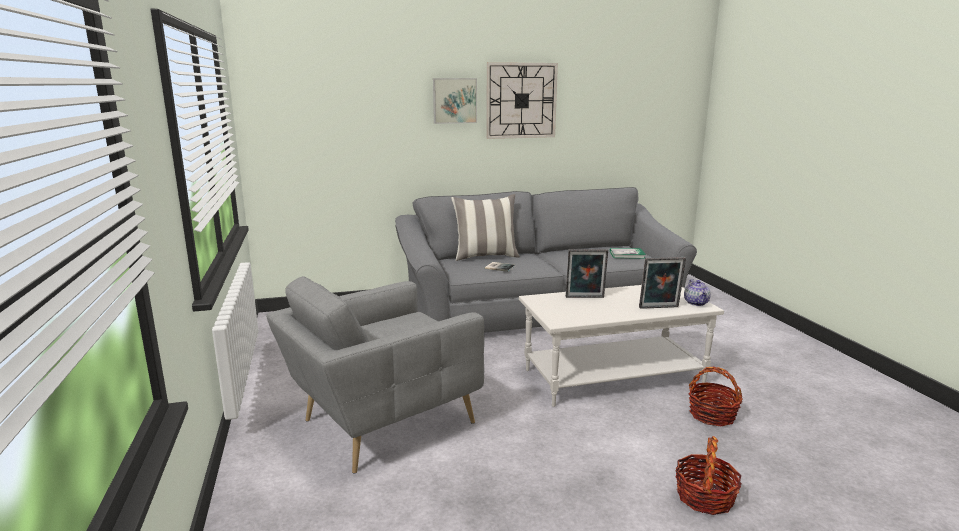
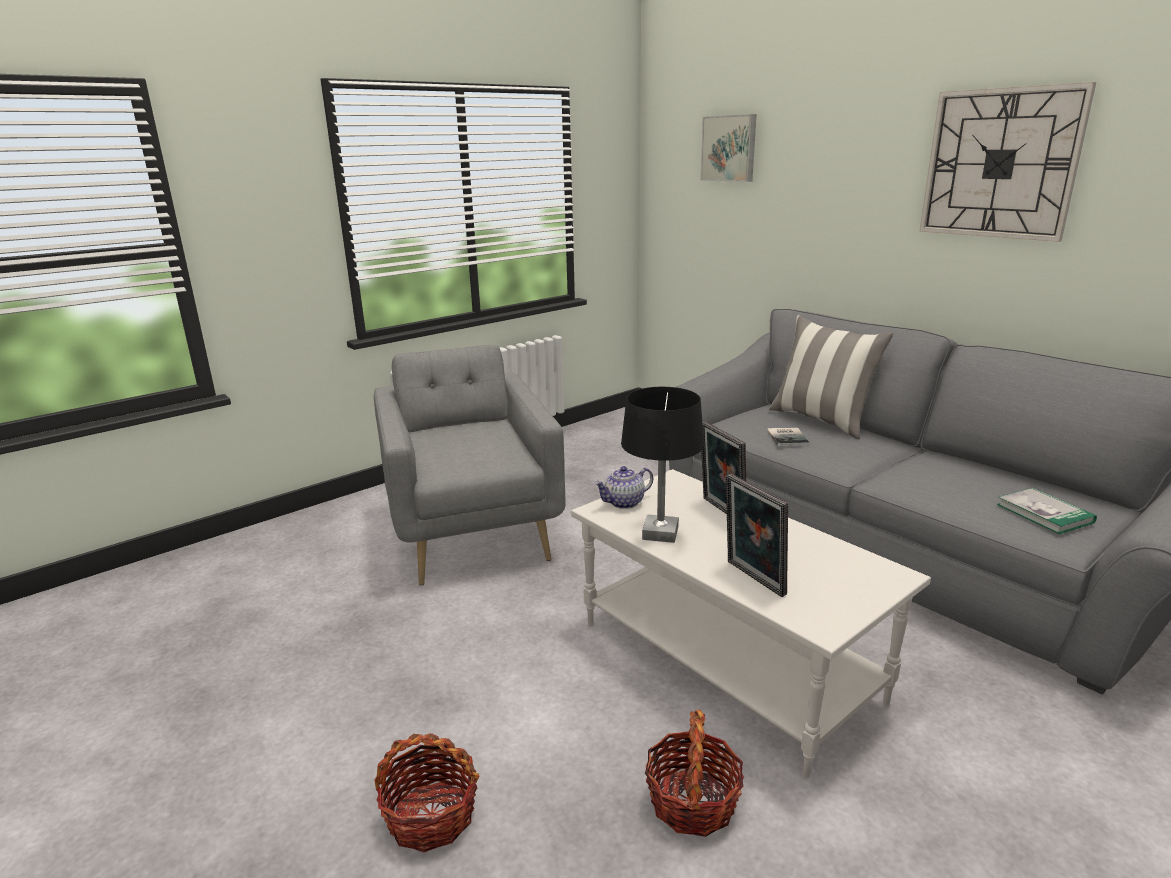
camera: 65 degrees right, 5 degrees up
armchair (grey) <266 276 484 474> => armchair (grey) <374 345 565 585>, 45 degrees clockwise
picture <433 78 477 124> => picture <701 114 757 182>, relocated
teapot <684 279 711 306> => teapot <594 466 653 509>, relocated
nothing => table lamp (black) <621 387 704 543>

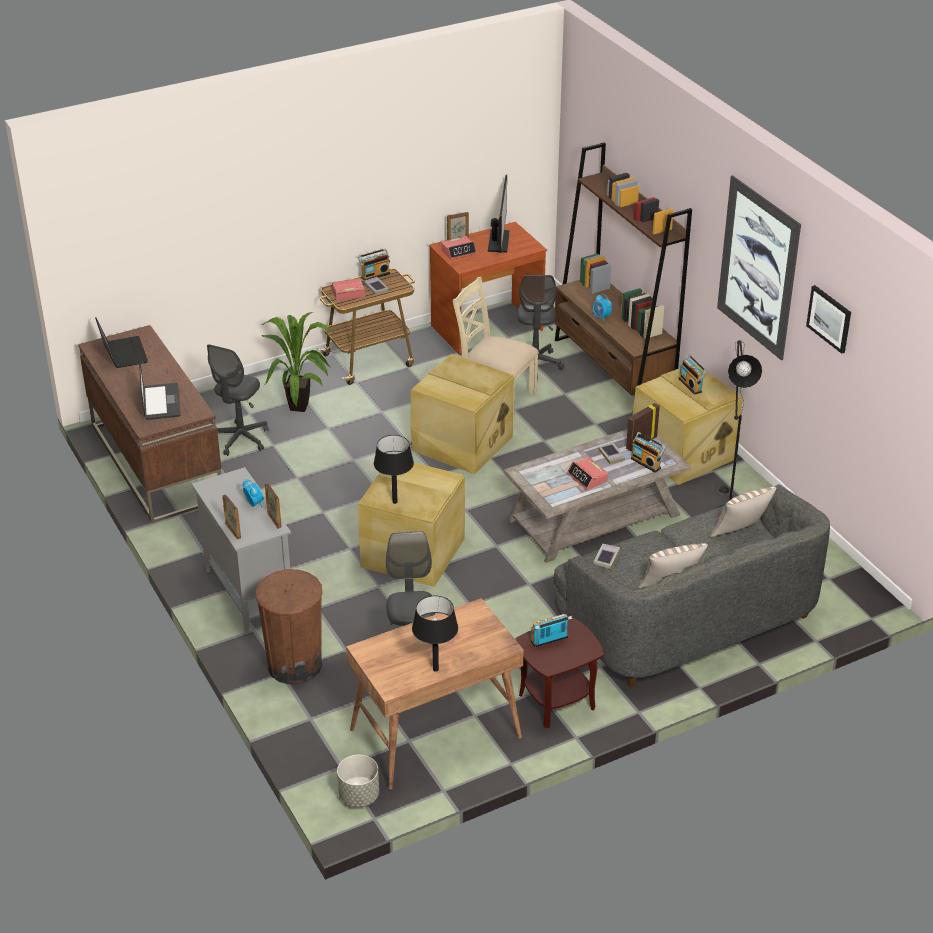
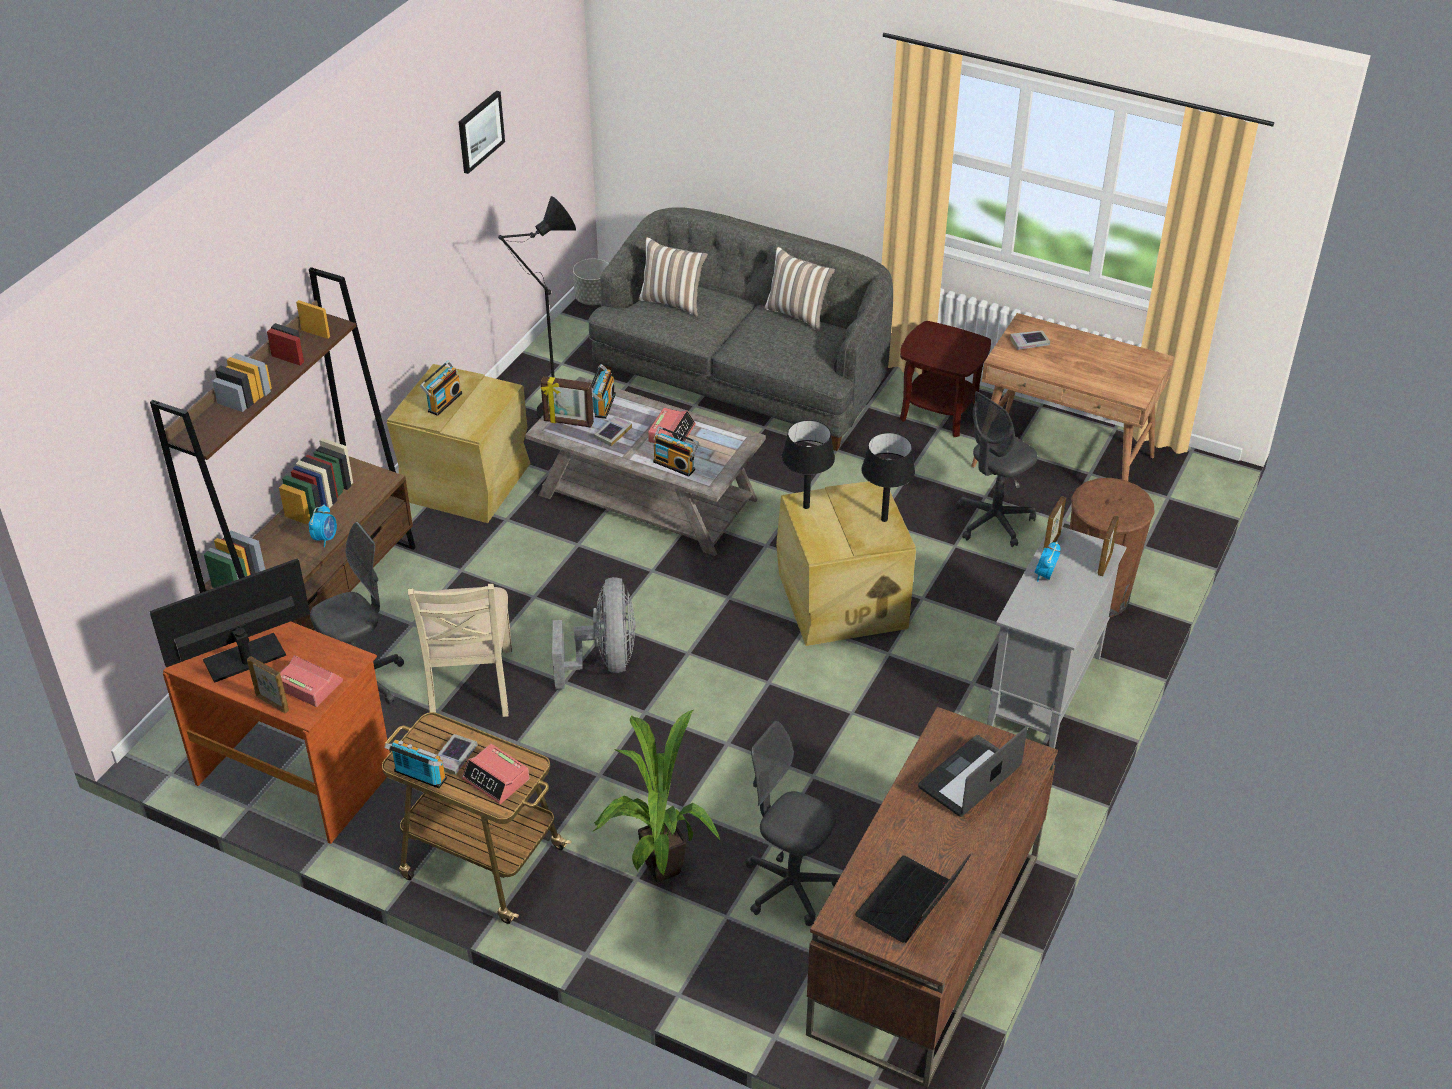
camera: 125 degrees left, 5 degrees up
office chair (grey) <207 344 269 456> => office chair (grey) <745 721 841 926>, 135 degrees counterclockwise
planter (grey) <337 755 379 807> => planter (grey) <573 259 609 305>, relocated
storage box (beige) <411 354 514 474> => fan (grey) <552 577 636 689>
table lamp (black) <412 596 458 672> => table lamp (black) <782 420 835 509>, relocated
radio <531 614 572 648> => radio <653 426 699 477>, relocated
book <593 544 620 569> => book <1010 330 1050 350>, relocated
picture <717 175 801 360> => nothing

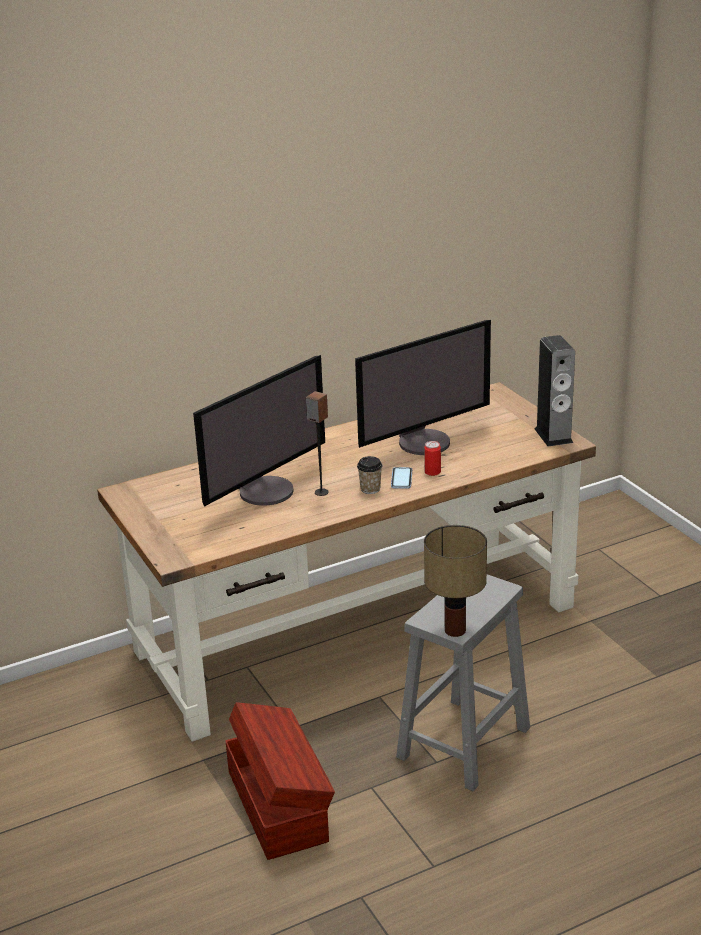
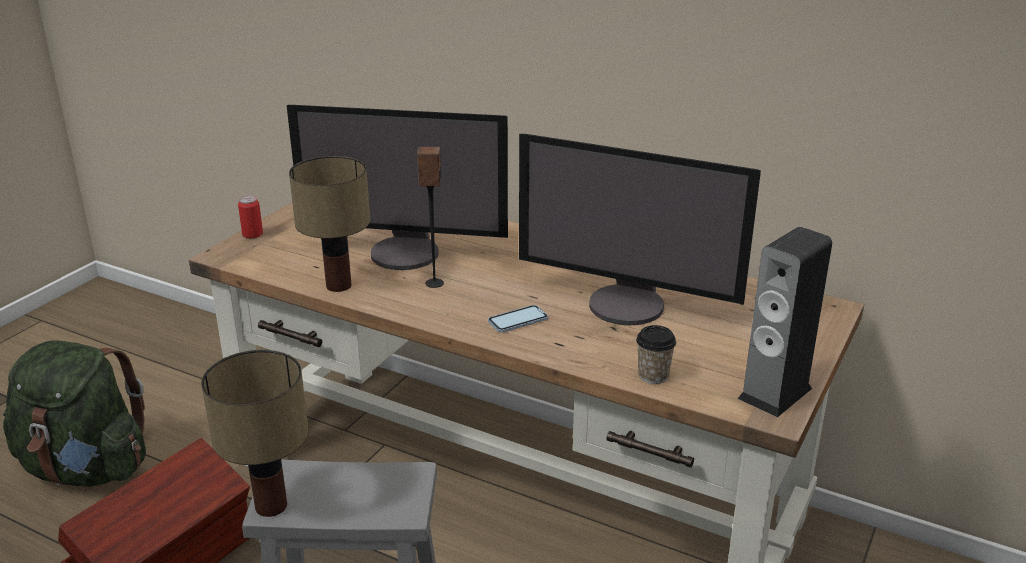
camera: 55 degrees right, 0 degrees up
cup <357 456 382 494> => cup <636 325 676 384>, relocated
can <424 441 441 476> => can <238 195 263 238>, relocated
nothing => backpack (green) <3 340 146 487>
nothing => table lamp <289 156 370 292>

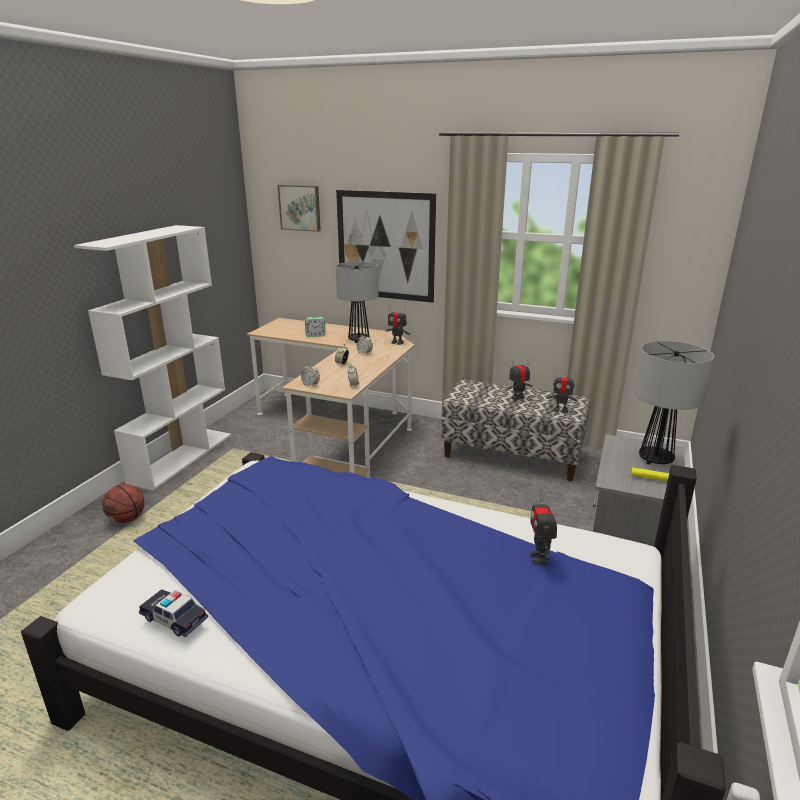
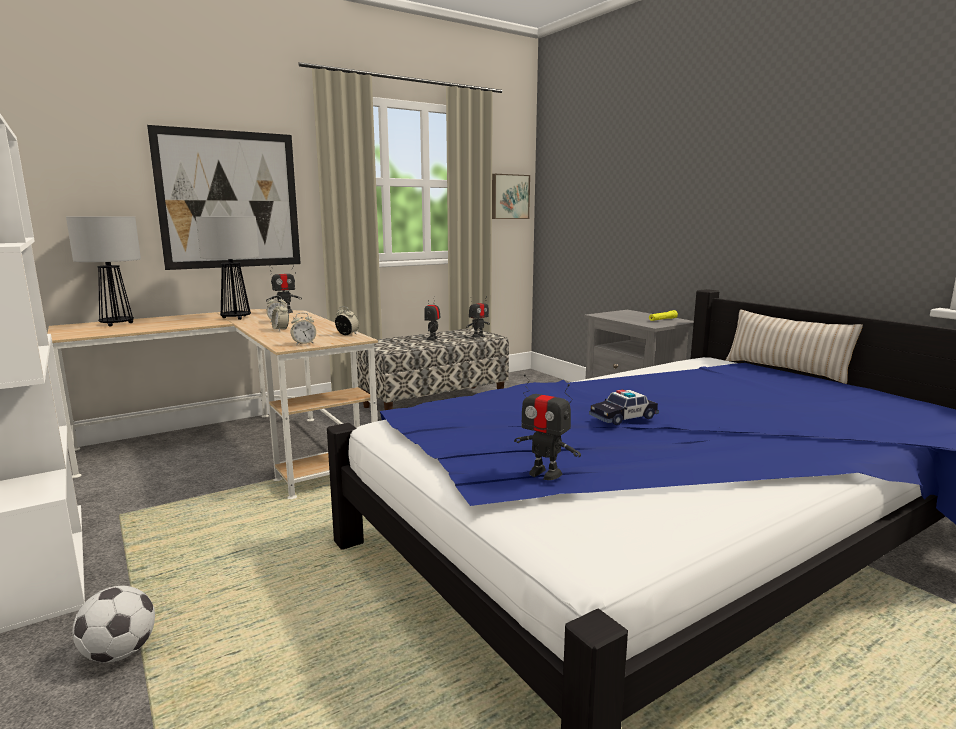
camera: 55 degrees left, 10 degrees down
basketball <102 484 145 523> => football <72 586 155 663>
toy car <139 589 208 637> => toy car <589 389 659 425>, relocated
picture <278 185 321 232> => picture <492 174 530 219>, relocated
alarm clock <305 317 326 337> => nothing
toy robot <529 489 557 565> => toy robot <514 374 581 480>, relocated
table lamp <634 341 714 464> => table lamp <66 216 141 327>, relocated
nothing => pillow (beige) <726 309 863 384>

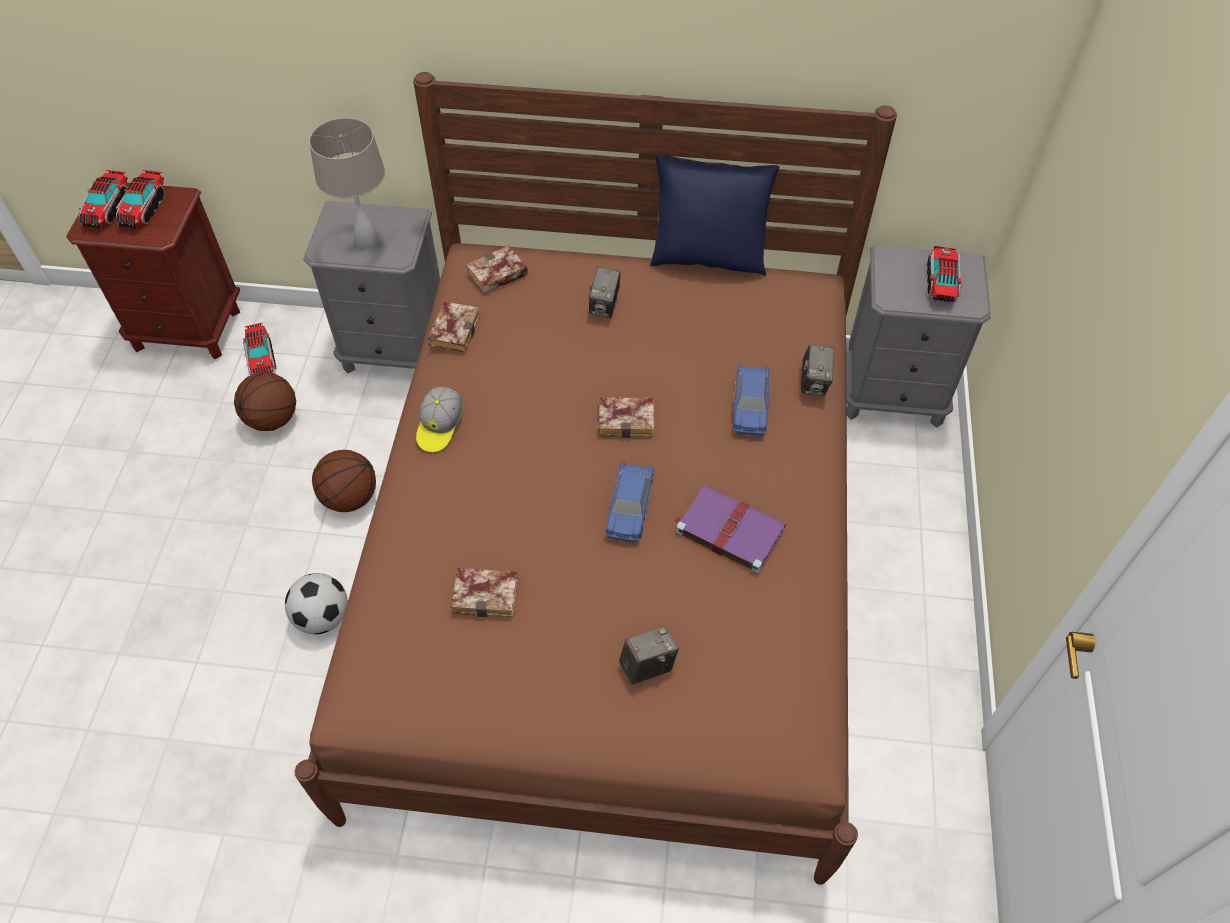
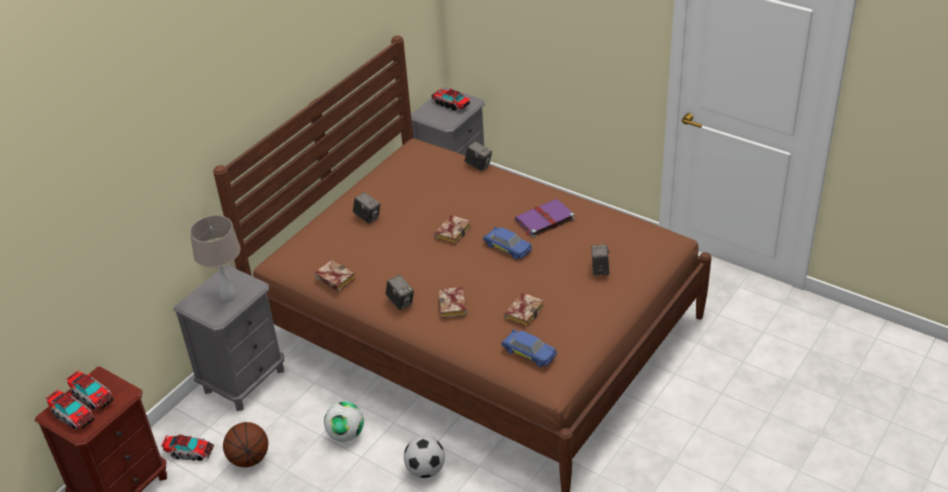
camera: 60 degrees left, 15 degrees down
basketball <312 450 376 512> => football <324 402 364 442>
cap <416 387 463 453> => photo camera <385 275 414 310>
book <466 246 528 294> => book <439 287 467 318>, relocated
pillow (blue) <650 155 779 276> => nothing
toy car (blue) <733 364 770 436> => toy car (blue) <502 329 557 367>, relocated

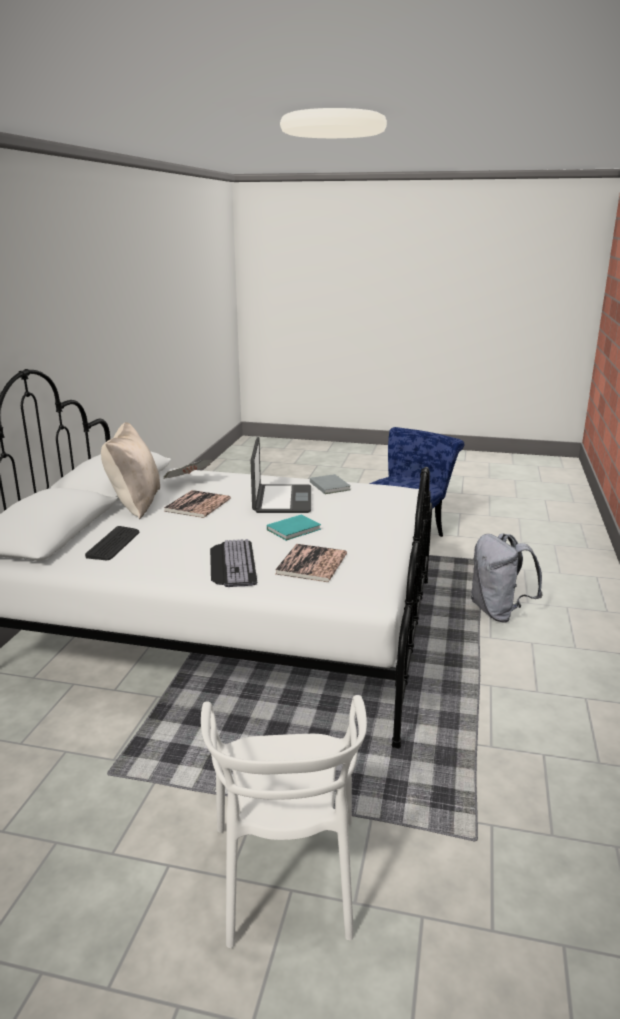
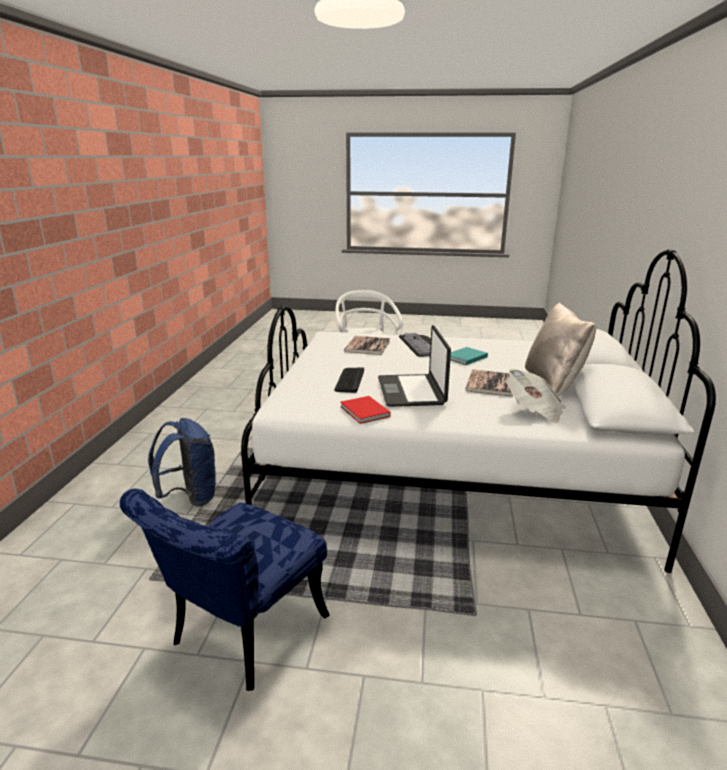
camera: 175 degrees right, 0 degrees up
keyboard <85 526 140 560> => keyboard <334 367 364 393>, relocated
book (turquoise) <267 515 321 541> => book (turquoise) <450 347 488 365>, relocated
book (grey) <310 474 351 494> => book (red) <340 396 391 424>
backpack (grey) <471 533 543 623> => backpack (blue) <148 418 216 507>

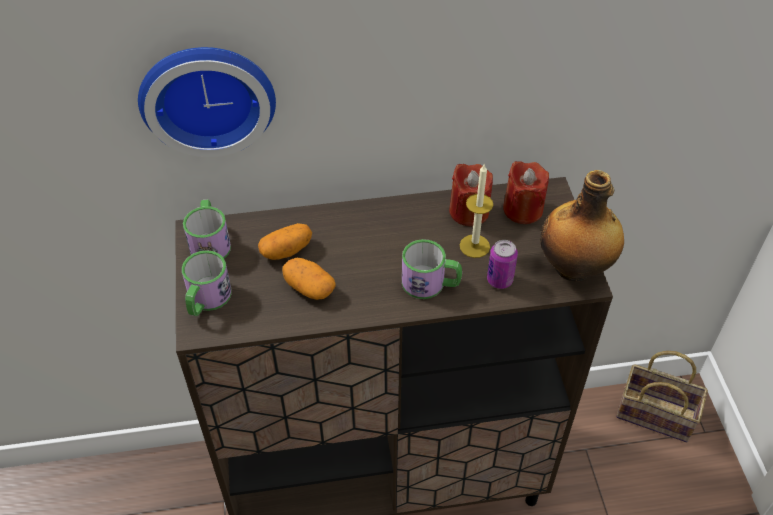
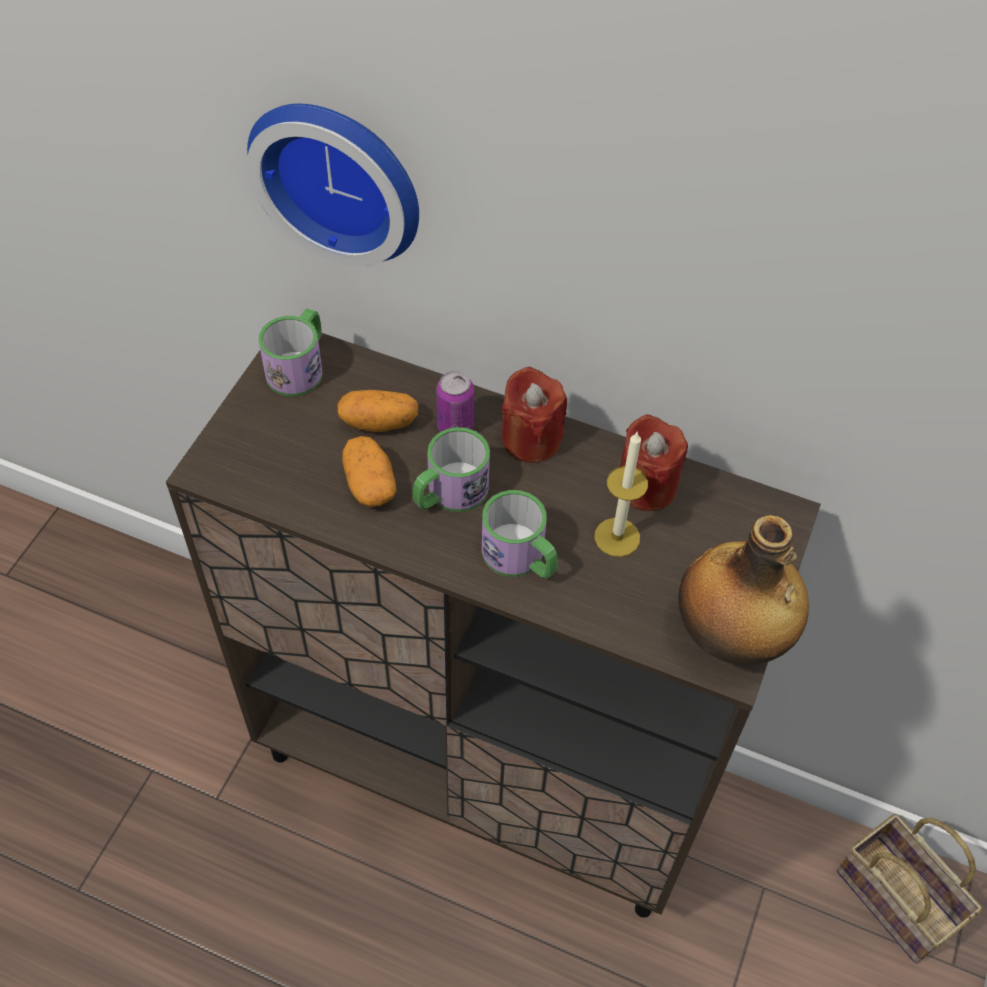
camera: 30 degrees right, 5 degrees up
mug <182 250 232 316> => mug <413 427 490 512>, relocated
can <487 240 518 289> => can <436 371 474 432>, relocated
candle (red) <503 161 549 224> => candle (red) <502 366 567 463>, relocated

